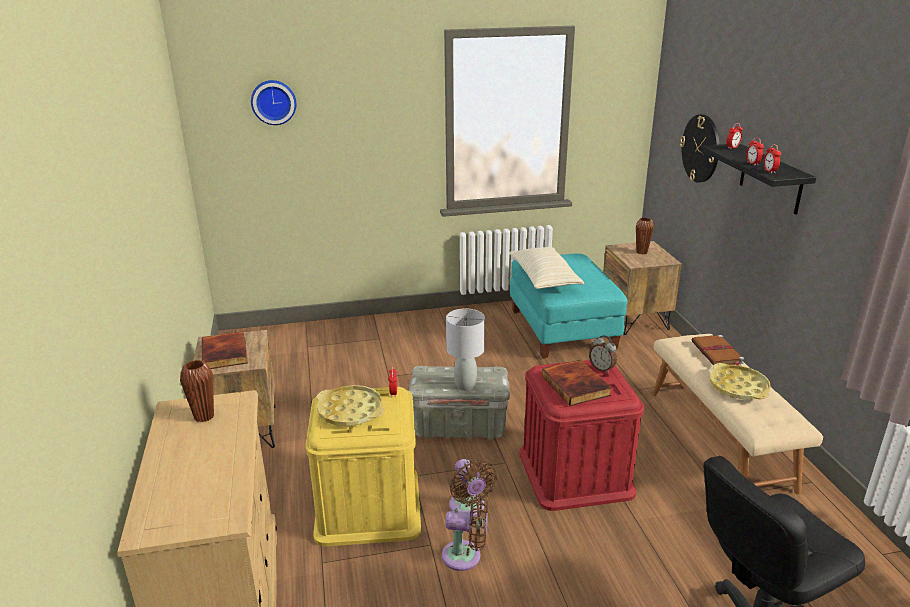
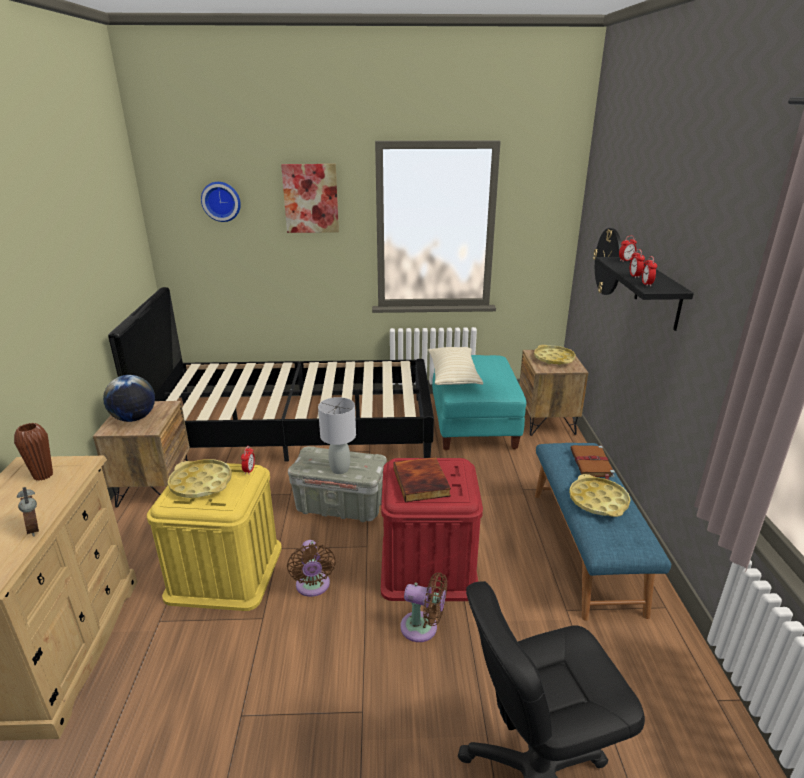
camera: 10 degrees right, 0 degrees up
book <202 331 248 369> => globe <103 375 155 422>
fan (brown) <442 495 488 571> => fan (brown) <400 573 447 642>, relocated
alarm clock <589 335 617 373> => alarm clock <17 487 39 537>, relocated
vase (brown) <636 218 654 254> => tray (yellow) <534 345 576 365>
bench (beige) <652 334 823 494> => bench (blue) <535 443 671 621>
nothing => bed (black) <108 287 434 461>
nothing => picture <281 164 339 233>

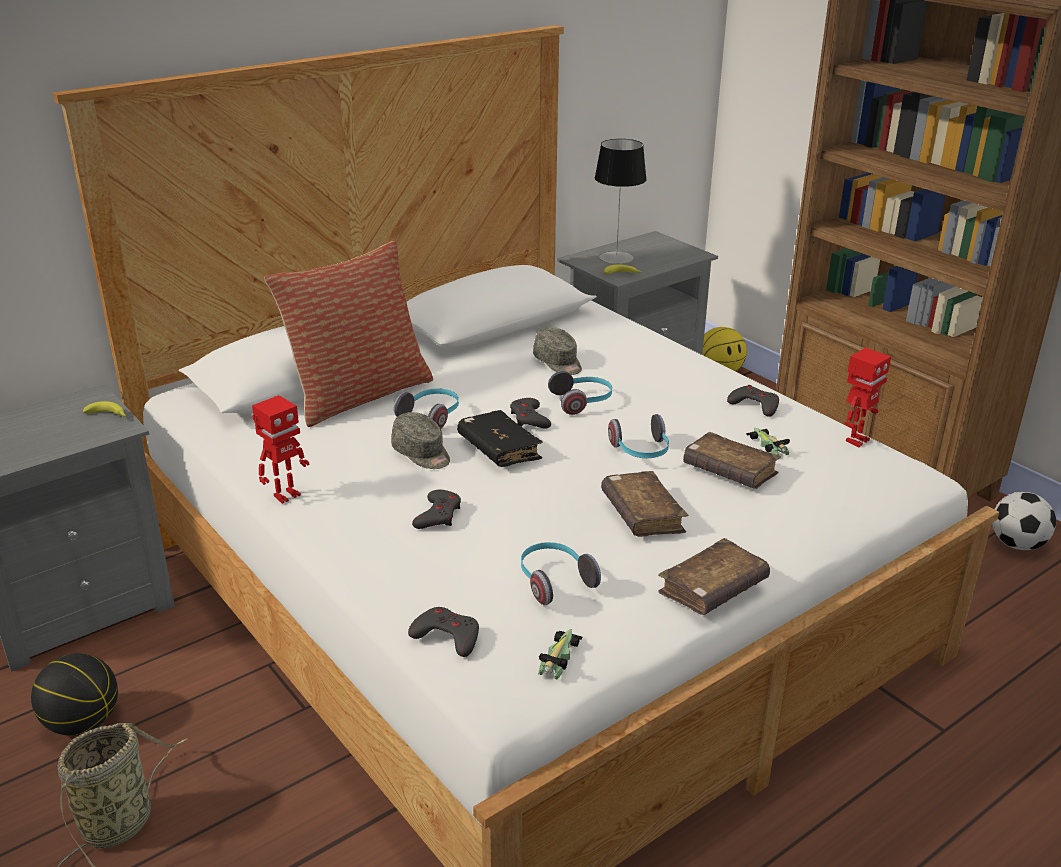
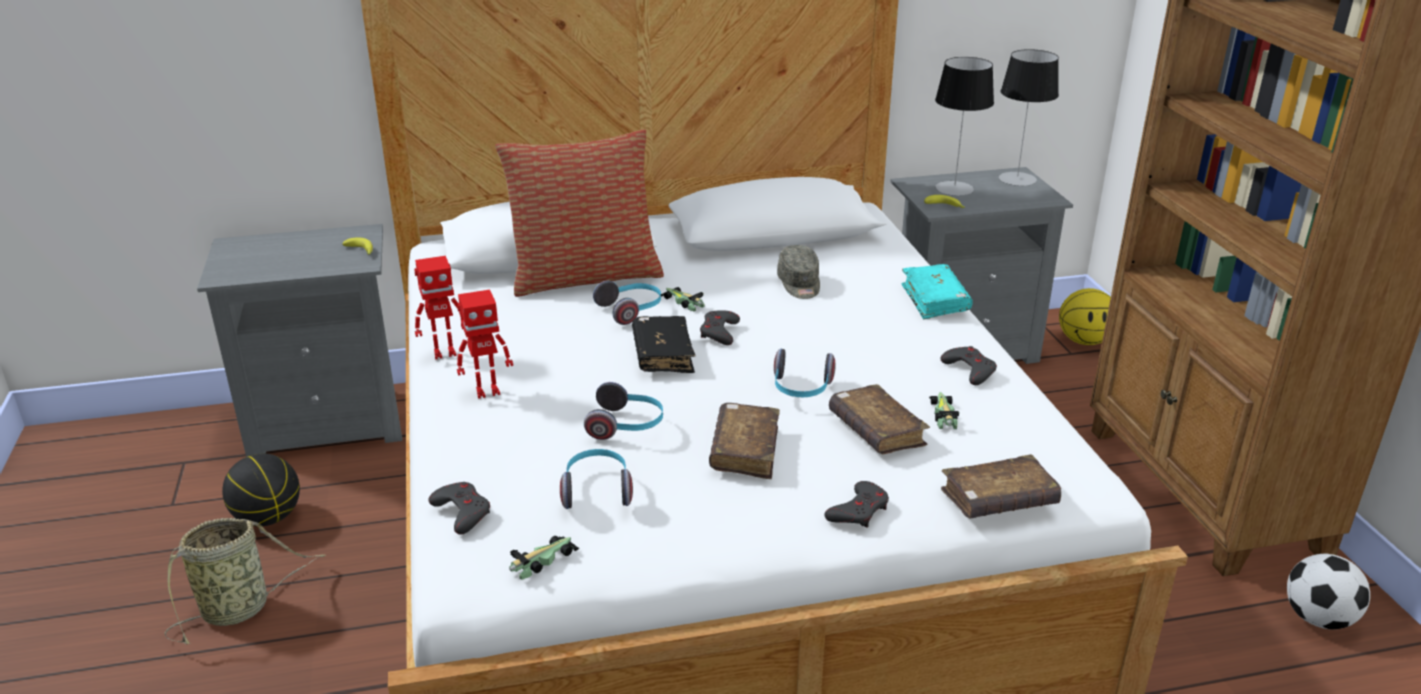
camera: 25 degrees right, 0 degrees up
cap (grey) <391 412 450 469> => nothing
game controller (grey) <412 490 461 529> => game controller (grey) <824 481 889 528>, relocated
headphones <548 371 612 415> => headphones <584 382 663 440>, relocated
book (brown) <658 538 770 615> => book (brown) <941 454 1061 519>, relocated
toy robot <844 348 891 447> => toy robot <457 290 513 399>, relocated
nothing => toy car <661 287 705 311>
nothing => book (turquoise) <901 264 973 319>
nothing => table lamp <999 49 1059 186>

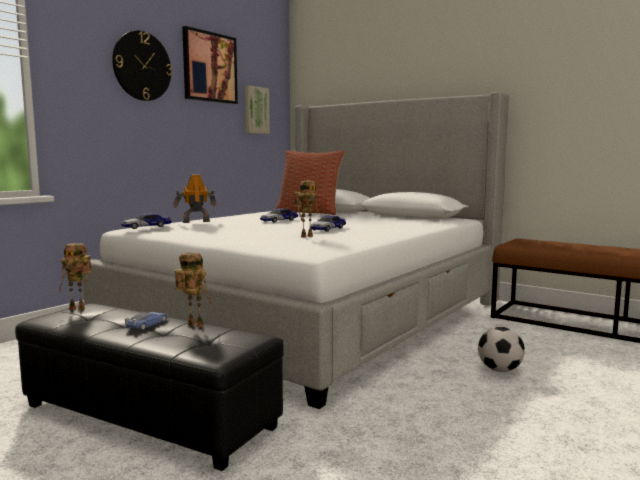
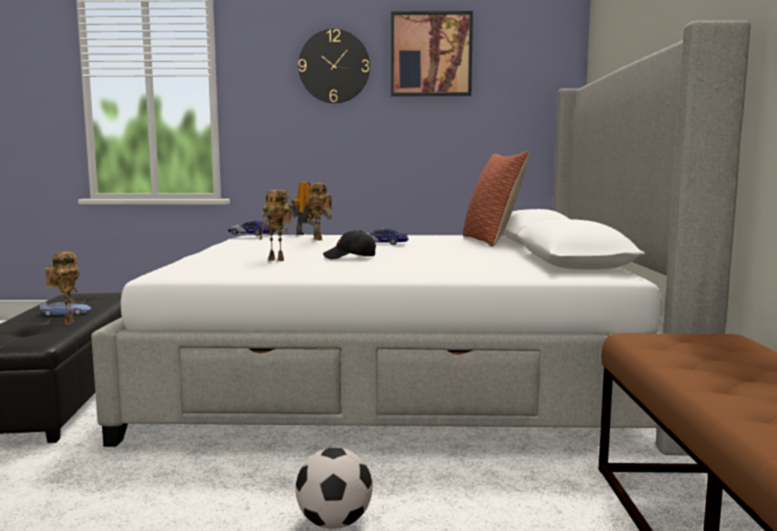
camera: 55 degrees right, 0 degrees up
toy robot <59 243 92 310> => toy robot <306 183 332 240>, relocated
picture <245 85 270 134> => nothing
toy car <311 215 346 231> => cap (black) <323 230 376 260>

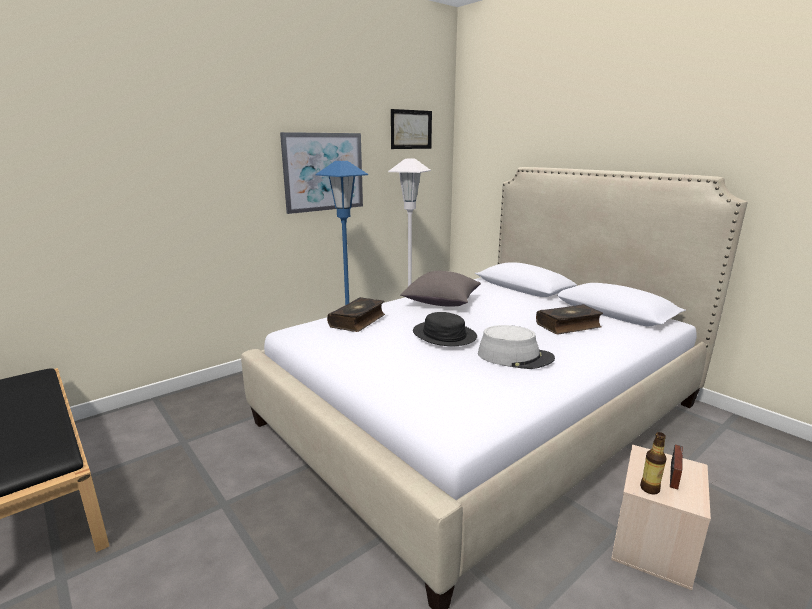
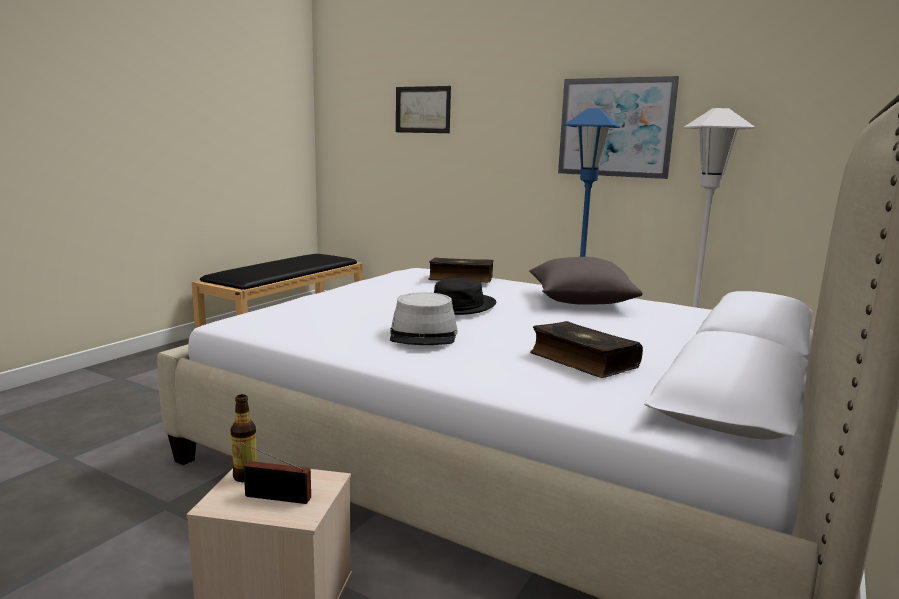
camera: 70 degrees right, 5 degrees down
picture <391 109 432 149> => picture <396 86 451 133>, relocated

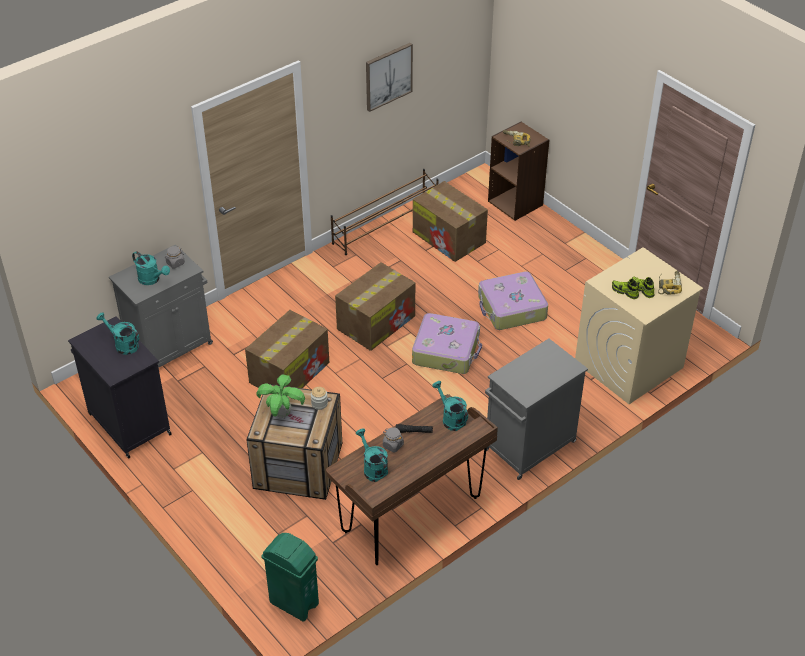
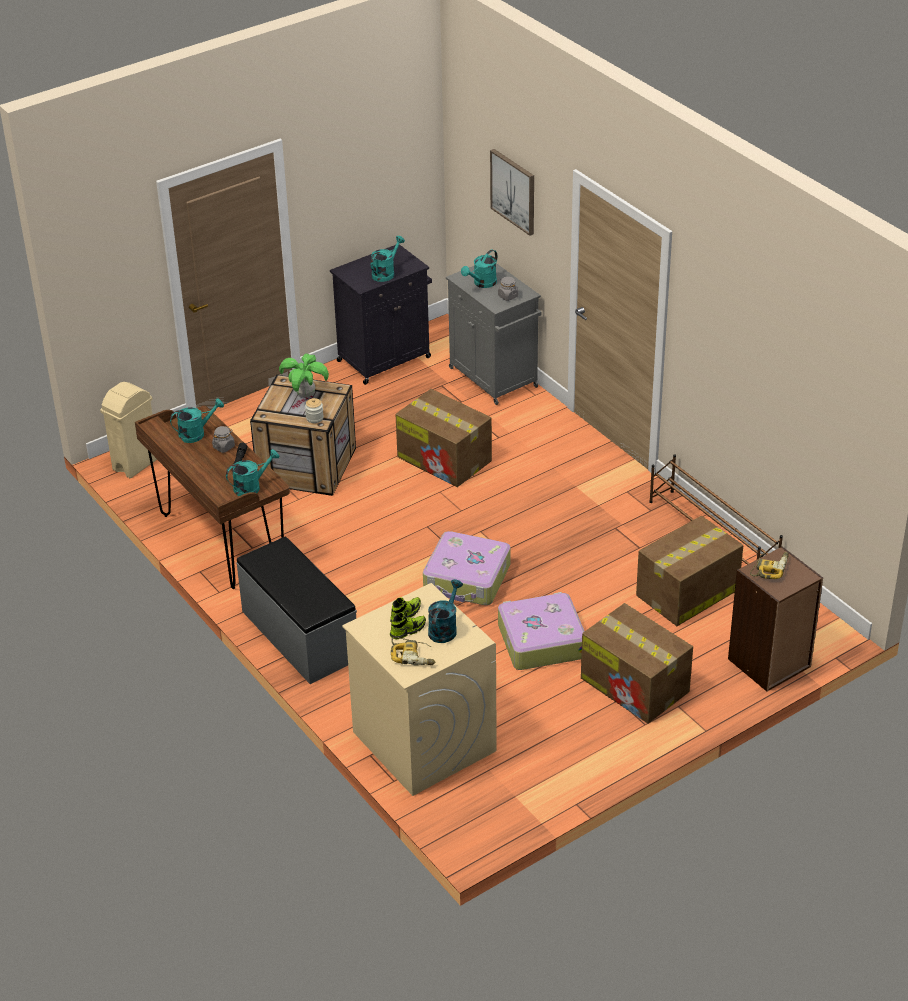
camera: 95 degrees right, 5 degrees down
trash can (green) <261 533 319 622> => trash can (beige) <100 382 157 478>
cardboard box <335 262 415 351> => cardboard box <581 603 693 724>, relocated
picture <366 43 413 112> => picture <490 149 534 236>, relocated
cabinet (grey) <485 339 588 480> => bench (grey) <236 537 357 684>
nothing => watering can (turquoise) <428 579 463 643>

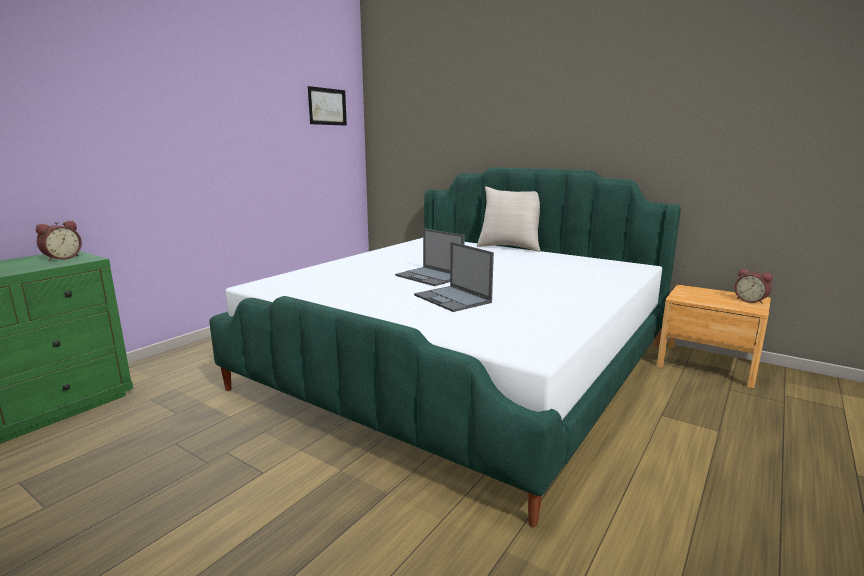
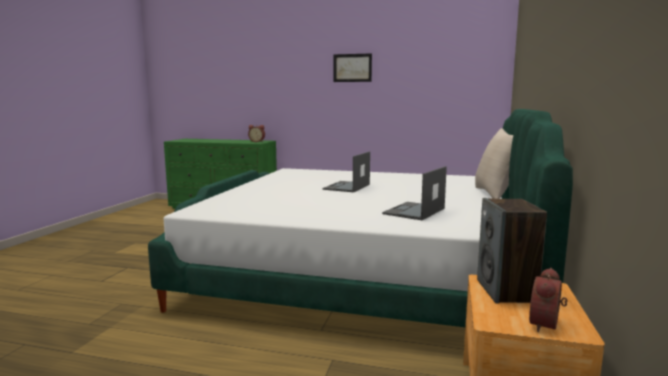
camera: 70 degrees right, 5 degrees down
picture <308 86 347 126> => picture <334 53 372 82>, relocated
laptop <414 242 494 312> => laptop <382 166 447 220>, relocated
nothing => speaker <477 198 547 303>

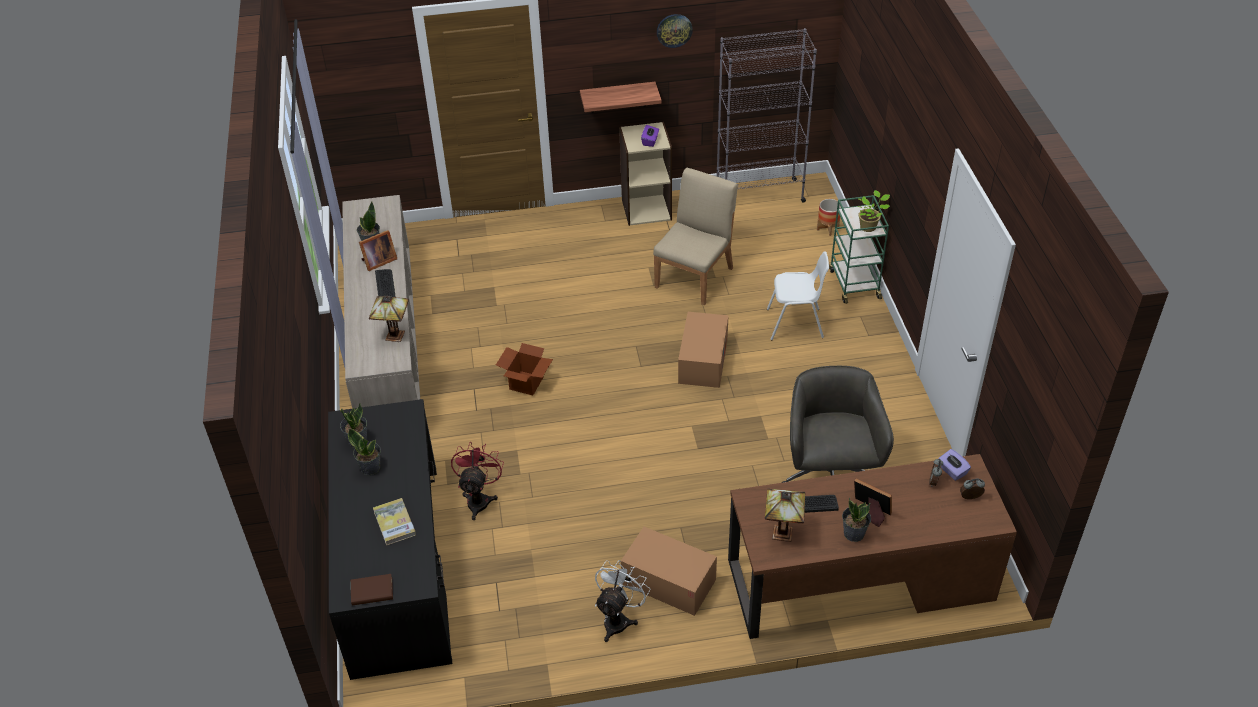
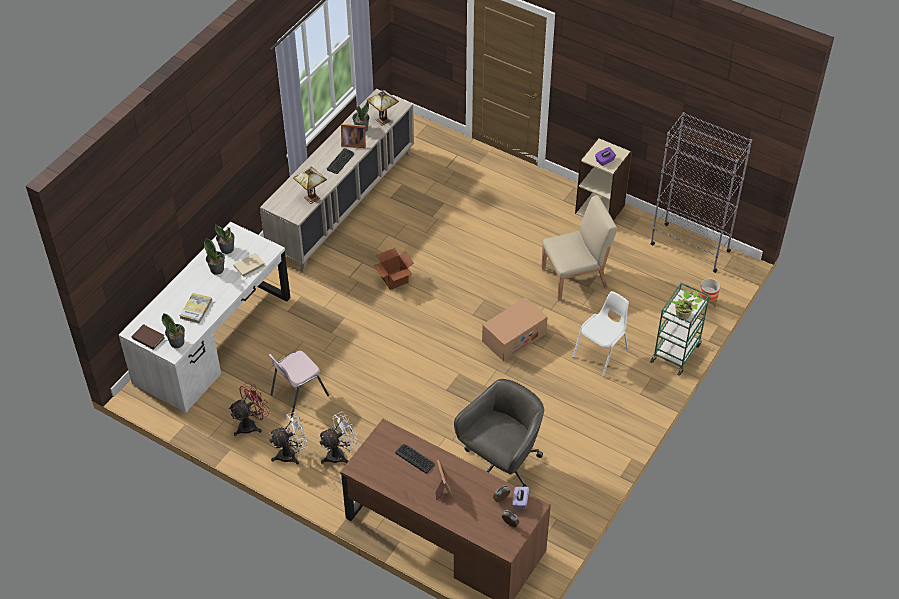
camera: 40 degrees right, 5 degrees up
desk (black) <328 399 452 680> => desk (white) <119 222 290 413>
fan (red) <451 442 504 520> => fan (red) <229 382 270 436>, relocated
shelf <580 82 662 113> => nothing
cardboard box <621 527 717 616> => fan (white) <319 412 359 464>
wall clock <657 14 693 48> => nothing
table lamp <765 488 805 542> => table lamp <367 90 399 126>, relocated
chair (white) <767 251 829 340> => chair (white) <573 291 629 377>, 90 degrees counterclockwise
potted plant <842 498 871 542> => potted plant <162 313 185 348>, relocated
nothing => book (beige) <233 253 265 277>
nothing => chair (pink) <269 351 329 417>

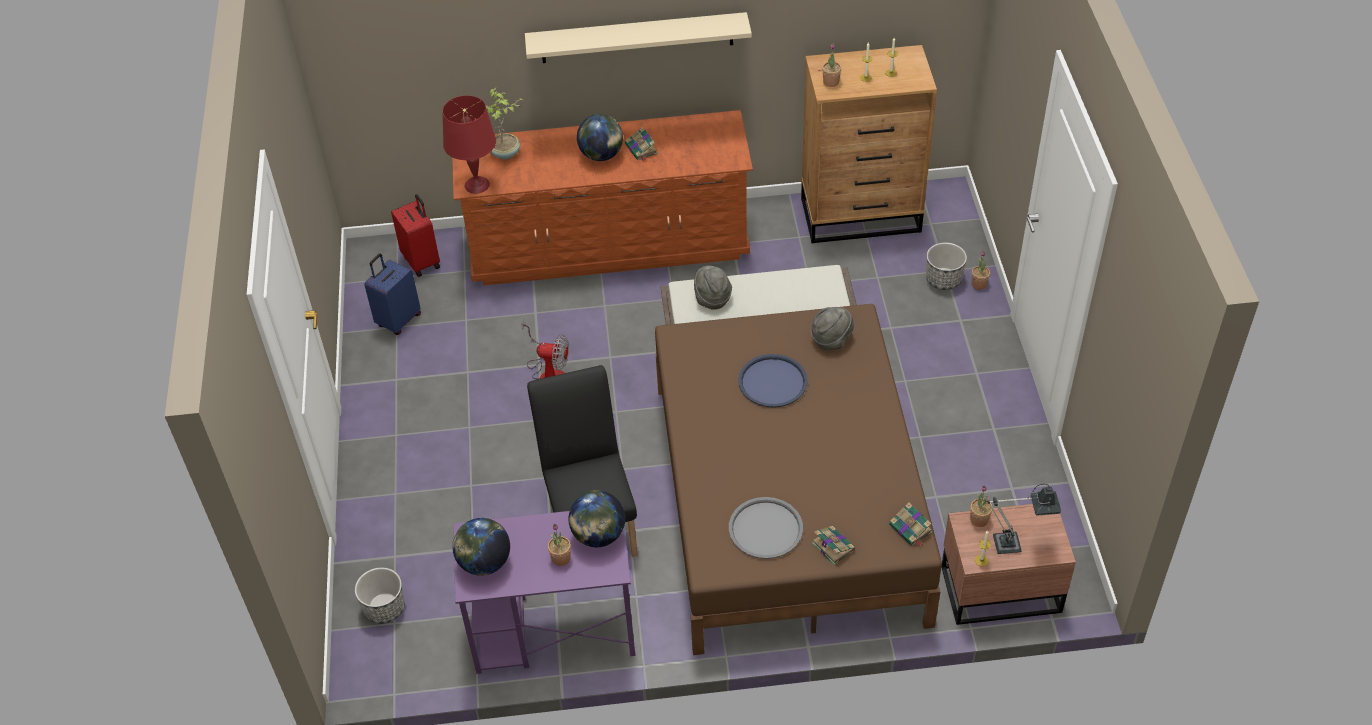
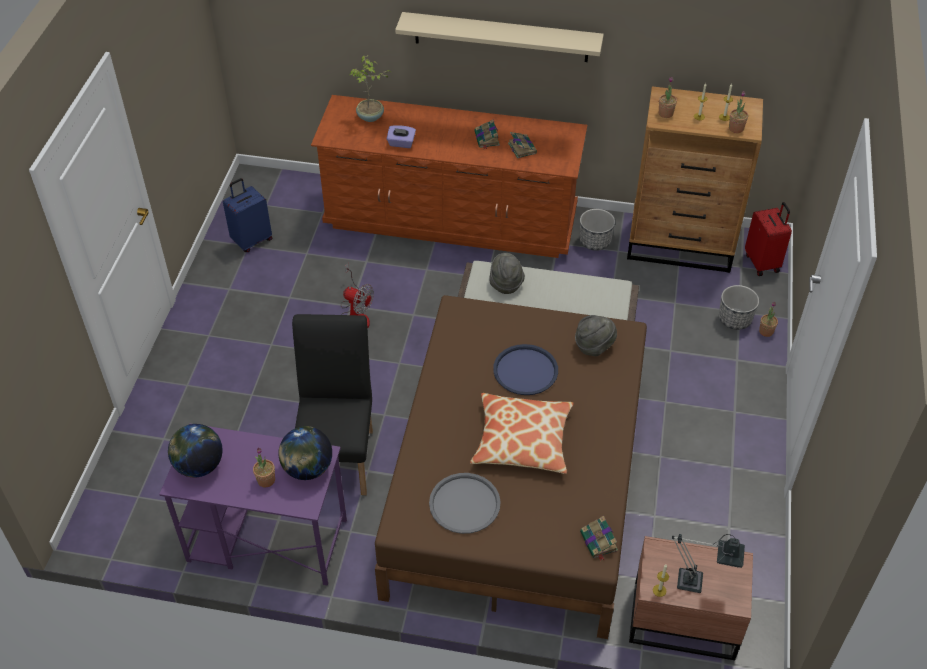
camera: 15 degrees right, 0 degrees up
planter <355 568 405 624> => planter <580 209 615 251>, relocated
suitcase (red) <391 194 440 277> => suitcase (red) <745 202 792 276>, relocated
table lamp (red) <442 95 496 194> => nothing
globe <577 114 623 161> => nothing
book <812 526 855 565> => book <508 132 537 159>, relocated
potted plant <970 485 993 527> => potted plant <729 91 748 133>, relocated
nothing => tissue box (purple) <387 125 416 148>
nothing => pillow <470 393 574 474>

